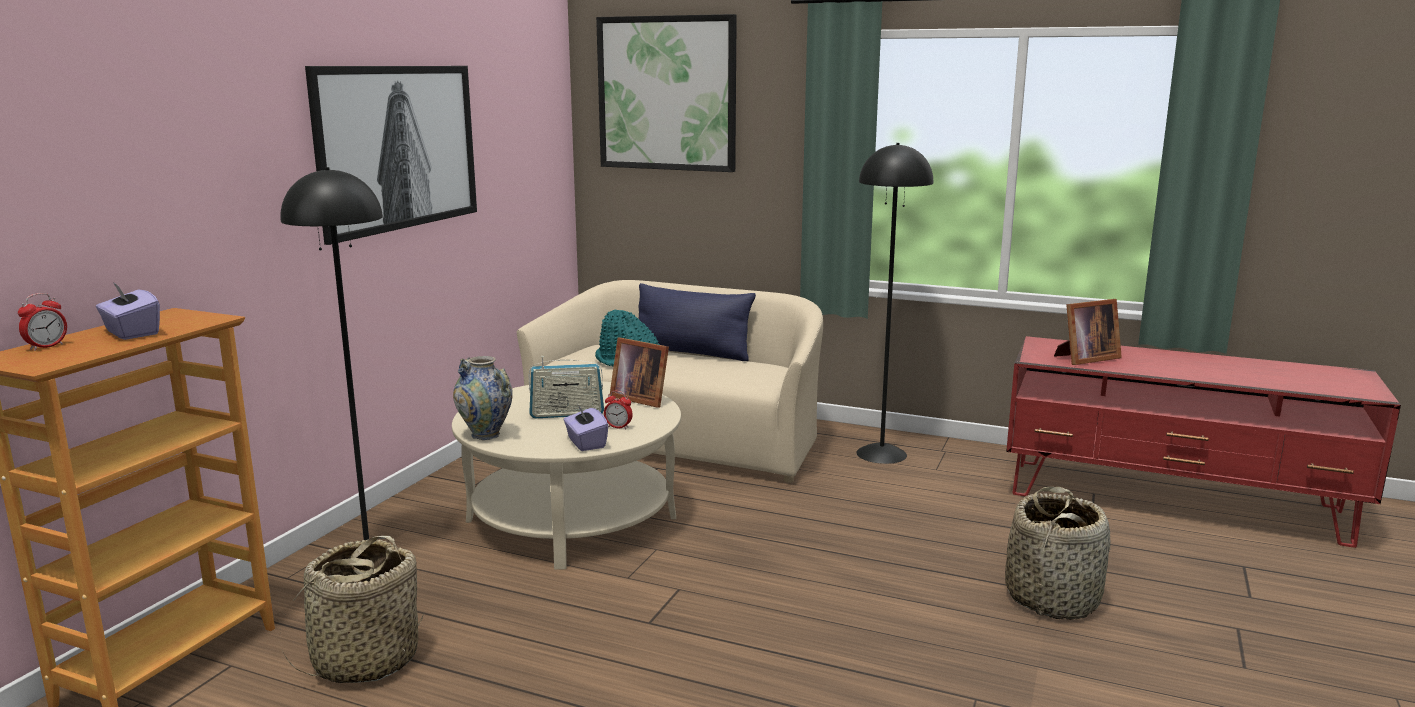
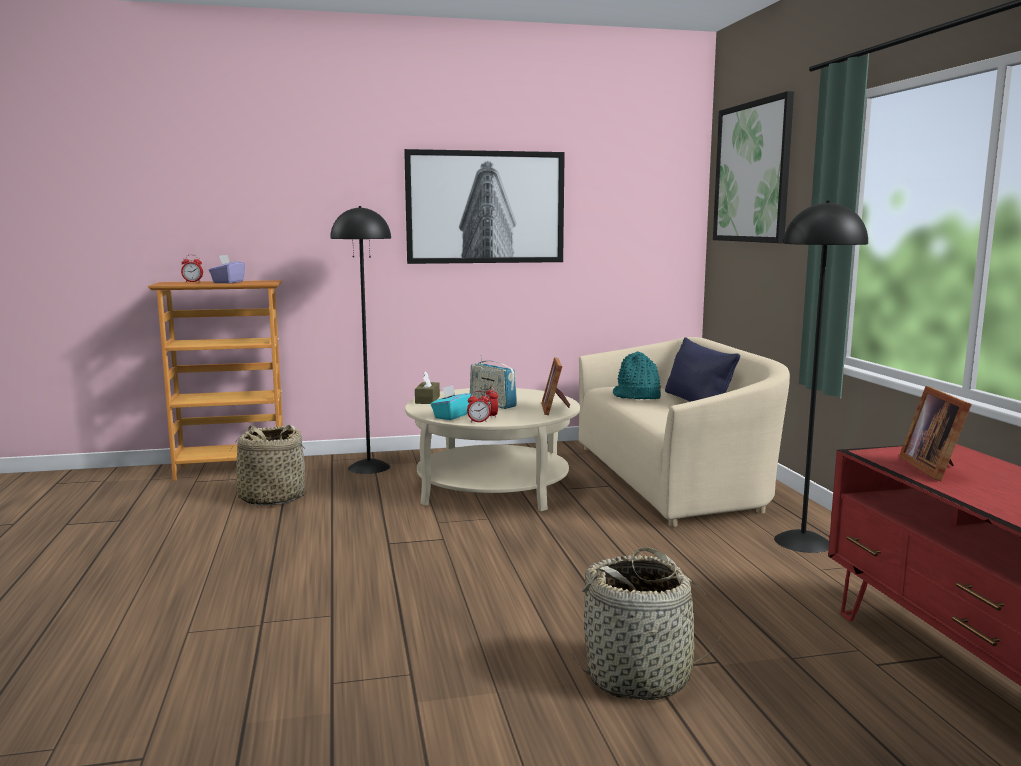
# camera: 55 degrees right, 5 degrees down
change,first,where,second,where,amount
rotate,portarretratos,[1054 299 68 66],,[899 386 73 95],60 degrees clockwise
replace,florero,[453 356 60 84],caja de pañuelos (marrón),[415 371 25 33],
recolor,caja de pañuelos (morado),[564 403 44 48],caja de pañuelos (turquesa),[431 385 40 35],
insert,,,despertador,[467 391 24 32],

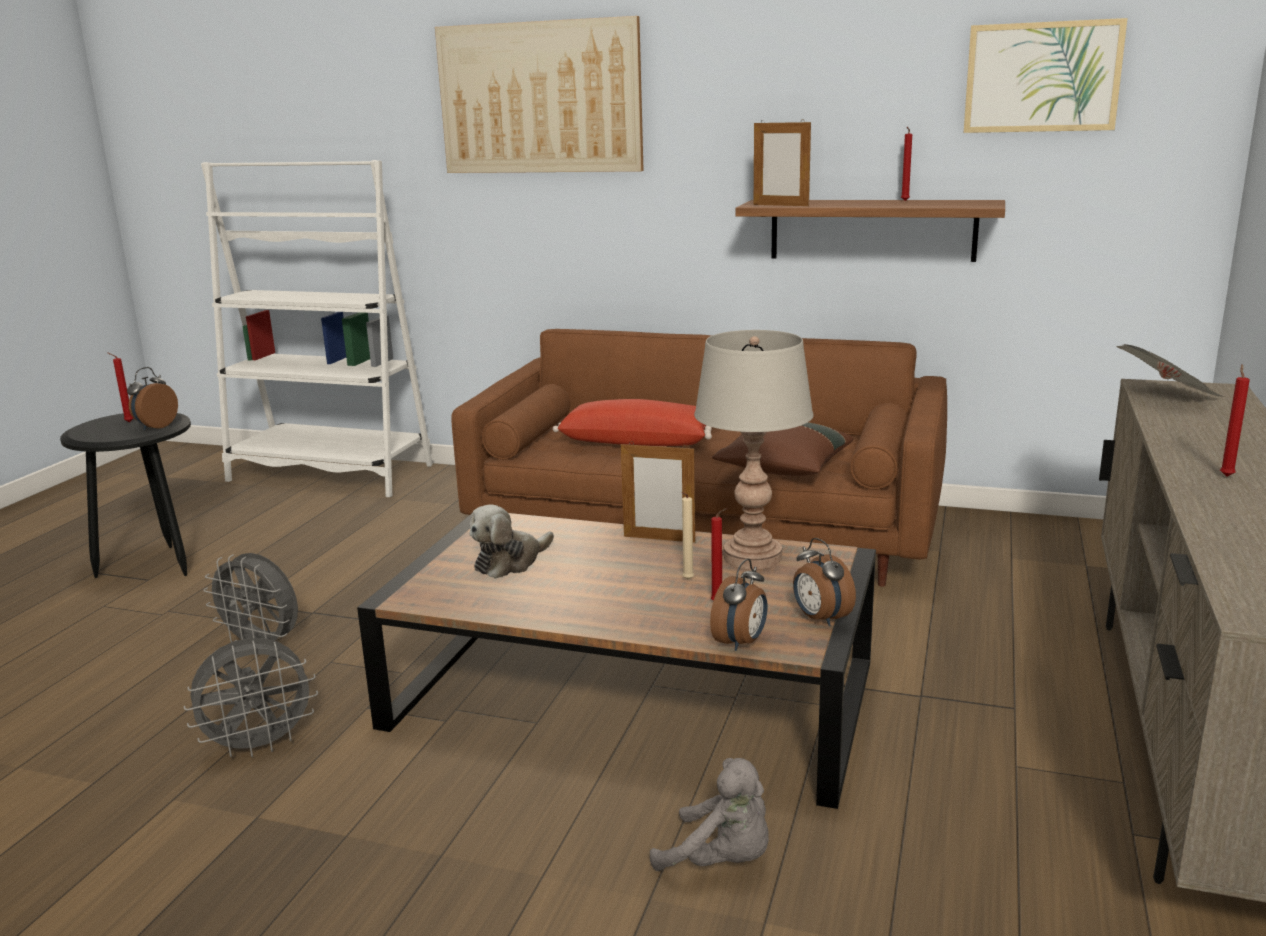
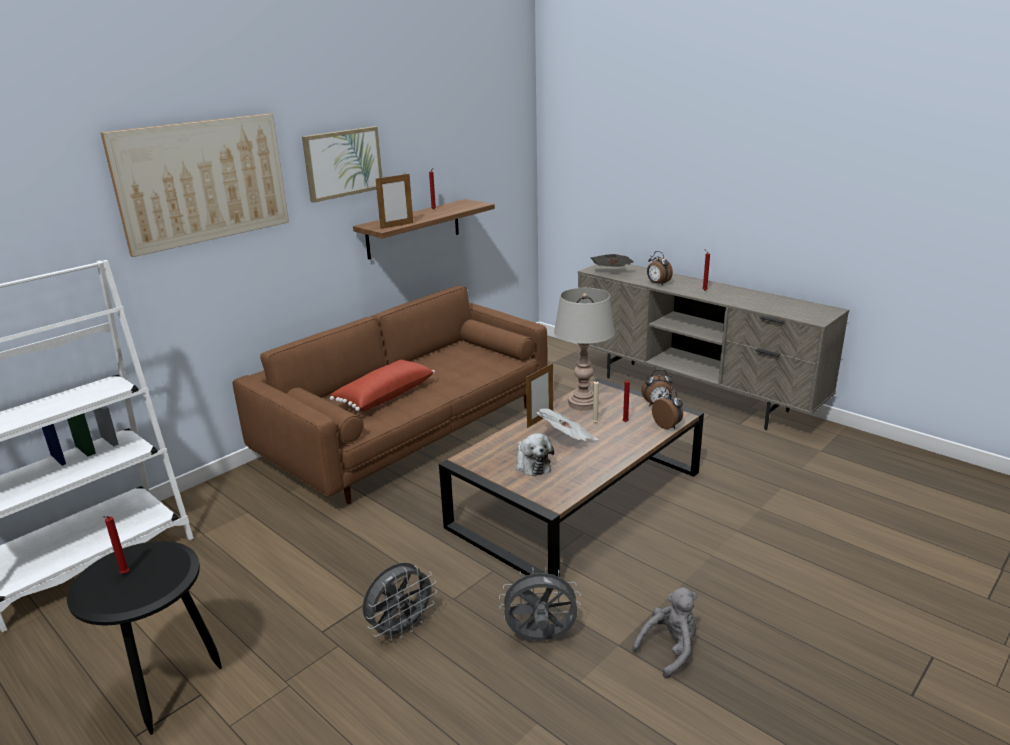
# camera: 65 degrees left, 5 degrees up
change,first,where,second,where,amount
move,cuadro,[964 18 164 115],,[302 126 80 77],
move,despertador,[127 367 51 63],,[647 251 26 35],
delete,cojín (marrón),[712 422 141 54],,,
rotate,ventilador (gris),[184 638 134 119],,[499 567 82 74],90 degrees counterclockwise
move,peluche (gris),[650 758 119 113],,[632 587 66 91],
insert,,,periódico,[536 409 62 32],

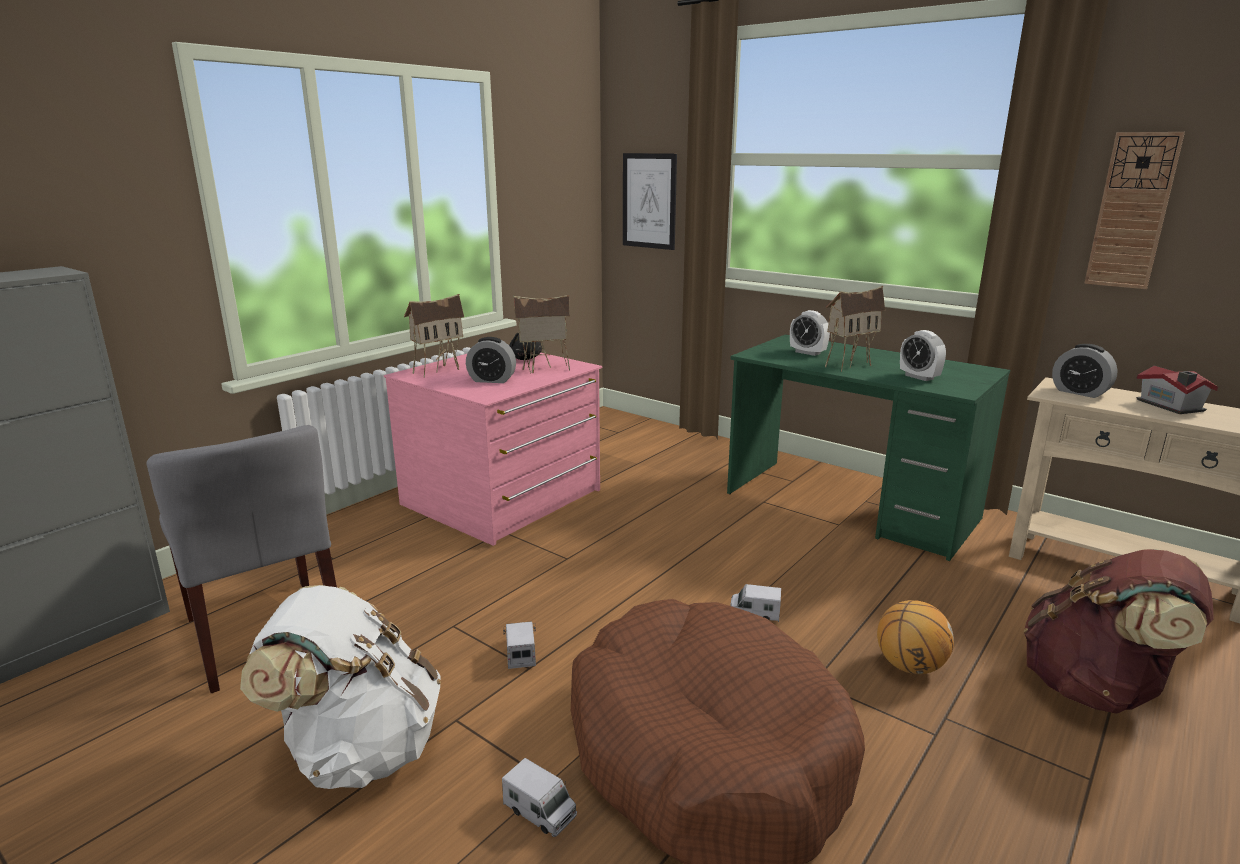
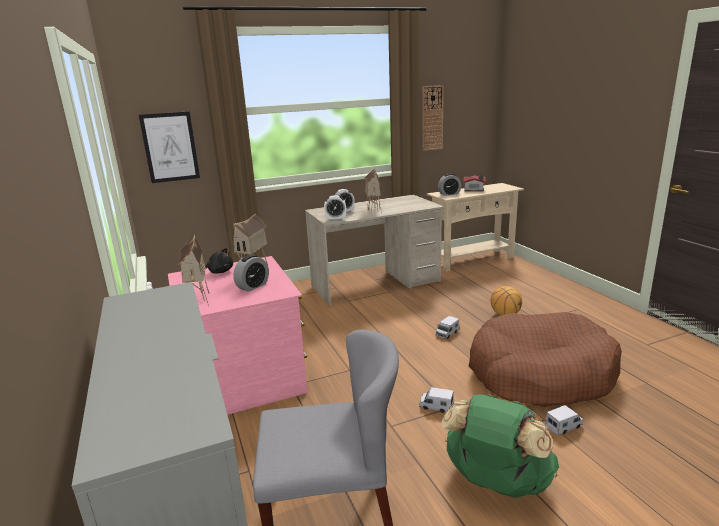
# camera: 60 degrees left, 0 degrees up
change,first,where,second,where,amount
move,despertador,[900 330 46 51],,[324 195 22 26],
recolor,escritorio (verde),[727 334 283 227],escritorio (beis),[305 195 139 111],
delete,mochila (marrón),[1024 549 189 164],,,
recolor,mochila (blanco),[240 585 201 204],mochila (verde),[441 394 118 104],

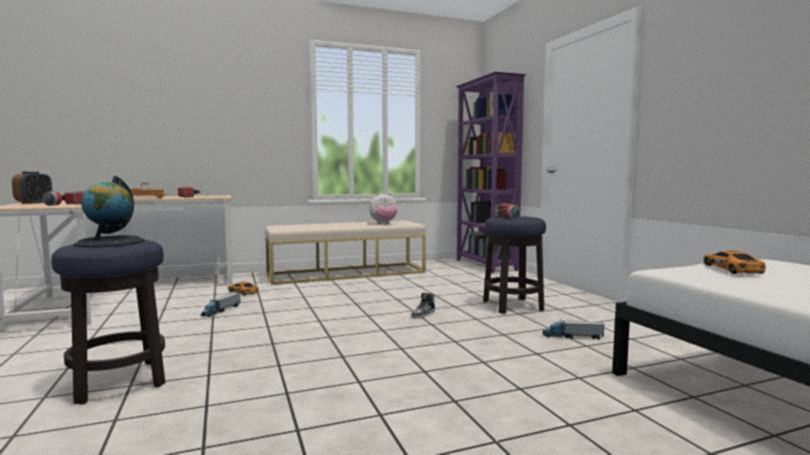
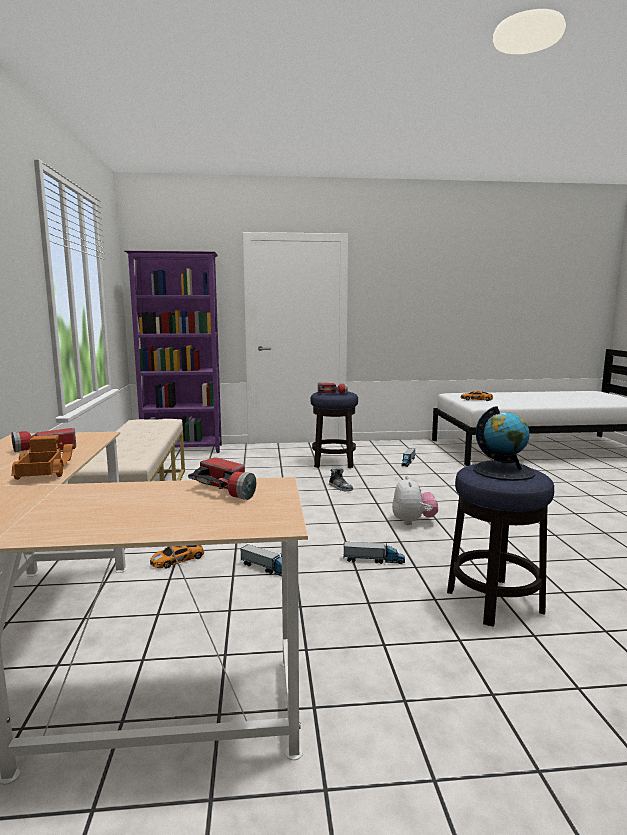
# camera: 75 degrees left, 5 degrees up
change,first,where,second,where,amount
delete,despertador,[12 172 40 32],,,
move,peluche,[369 193 29 31],,[392 476 46 49],
insert,,,camión de juguete,[343 542 62 22],

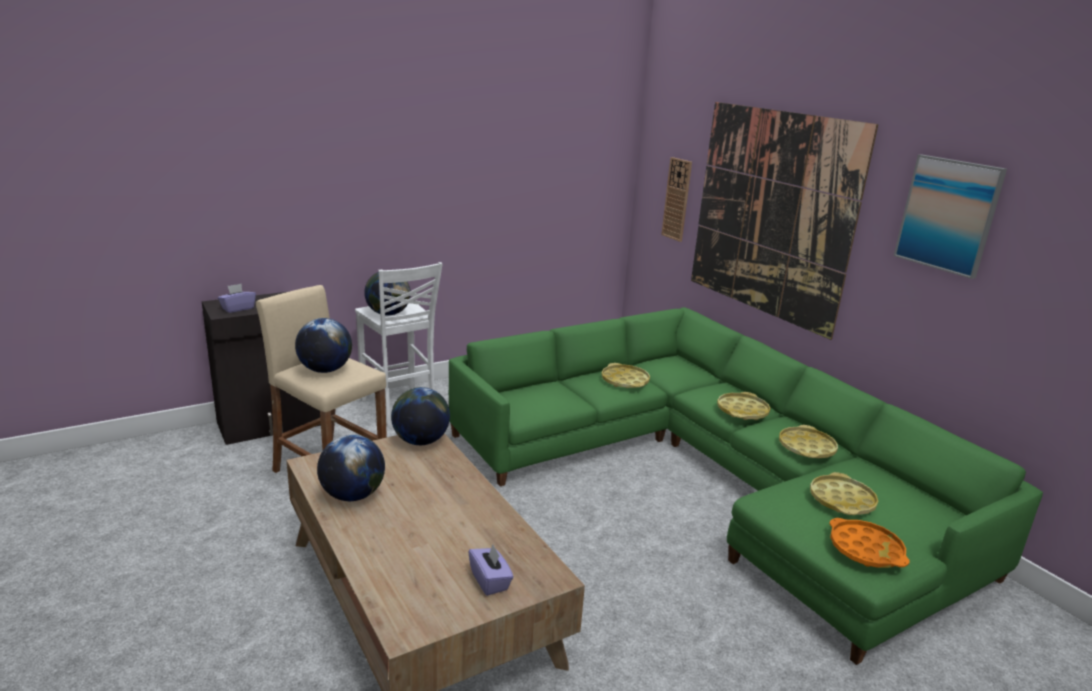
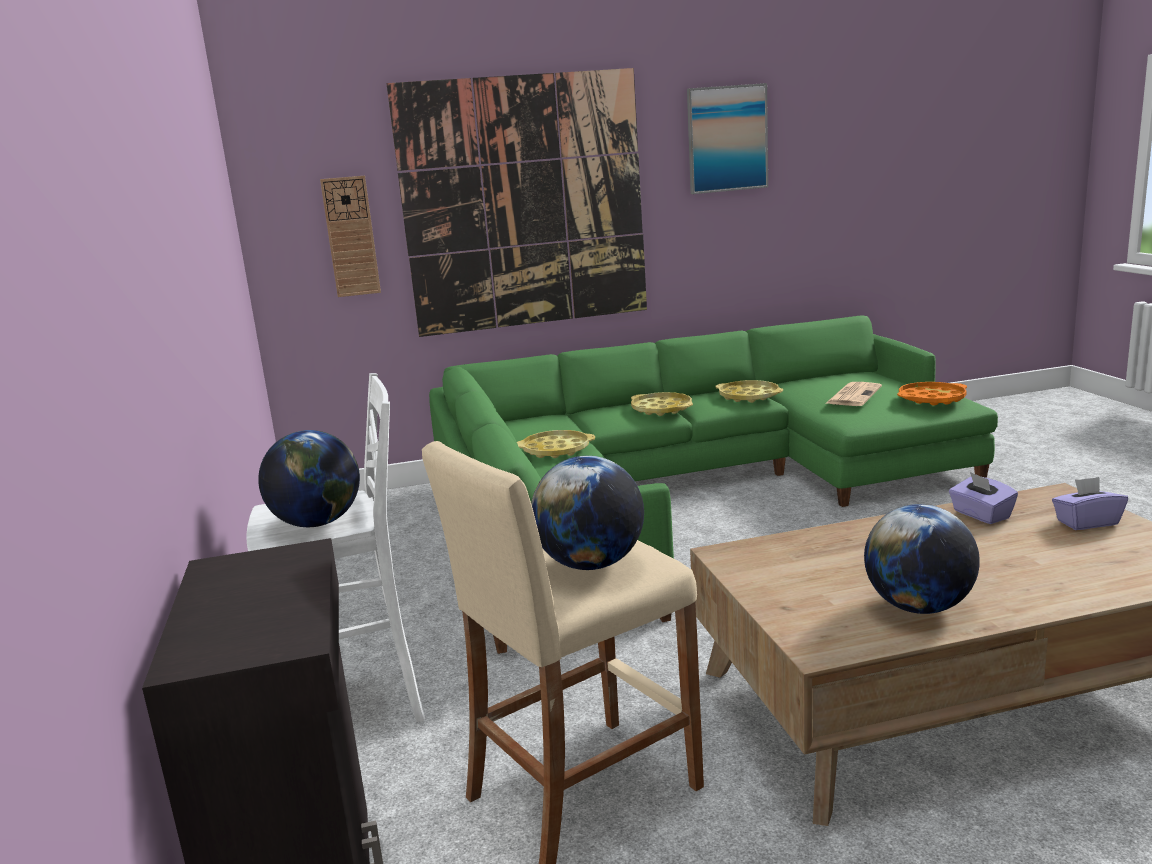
# camera: 70 degrees left, 5 degrees down
change,first,where,second,where,amount
move,caja de pañuelos (morado),[218 284 38 29],,[949 472 69 52],
delete,globo terráqueo,[391 387 59 58],,,
replace,bandeja (amarillo),[810 472 68 43],periódico,[825 382 57 24],

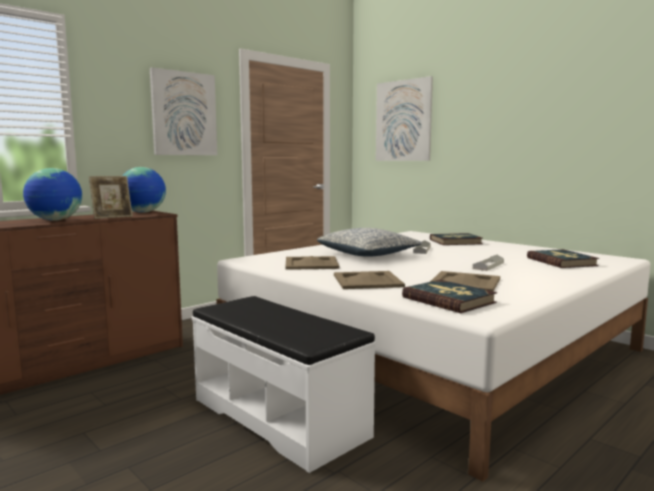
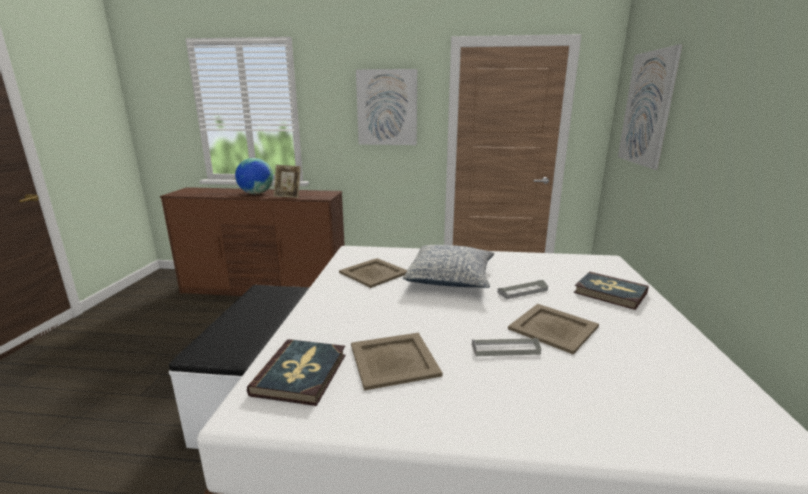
# camera: 50 degrees right, 10 degrees up
change,first,where,second,where,amount
delete,globo terráqueo,[122 167 44 46],,,
delete,libro,[527 249 72 19],,,
move,bandeja (beis),[334 271 71 18],,[508 304 91 51],

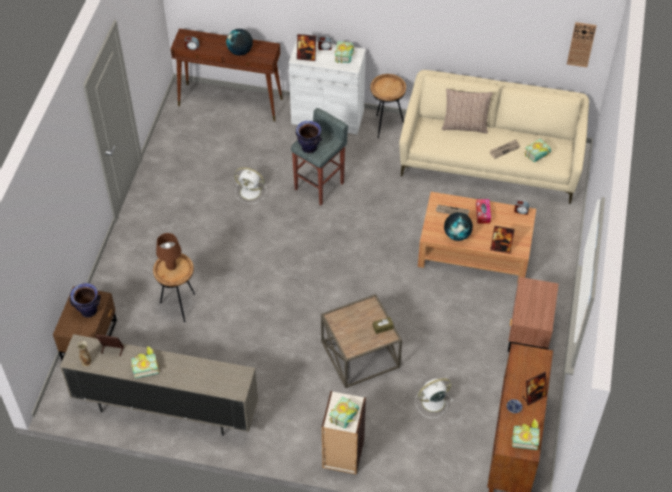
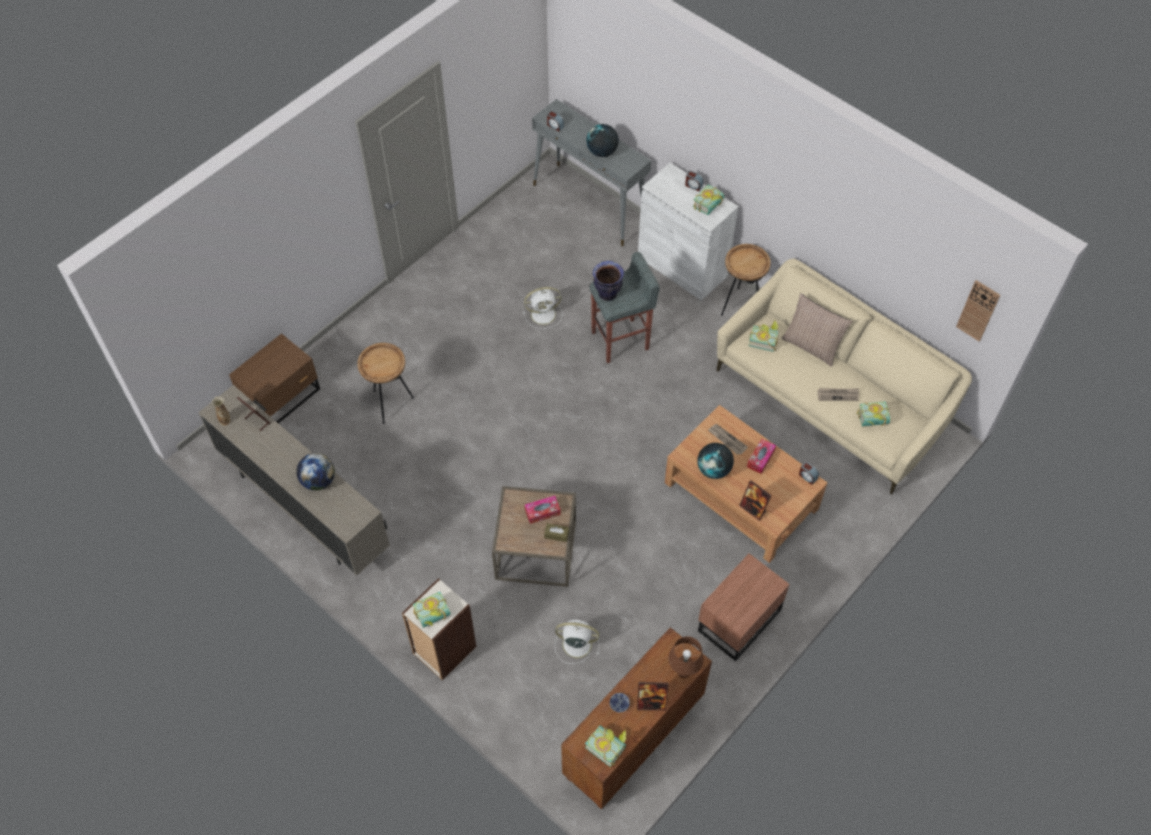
# camera: 30 degrees right, 5 degrees up
change,first,where,second,where,amount
recolor,mesa consola (marrón),[171 29 112 92],mesa consola (gris),[532 99 119 147],
delete,portarretratos,[297 34 19 27],,,
rotate,ventilador (blanco),[234 167 33 37],,[523 287 39 42],60 degrees counterclockwise
move,lámpara de mesa (marrón),[156 233 25 37],,[668 636 36 42],
delete,florero,[70 283 31 34],,,
move,libro,[131 346 29 32],,[749 321 30 31],
insert,,,globo terráqueo,[296 453 39 38],
insert,,,caja de pañuelos,[525 496 36 28],

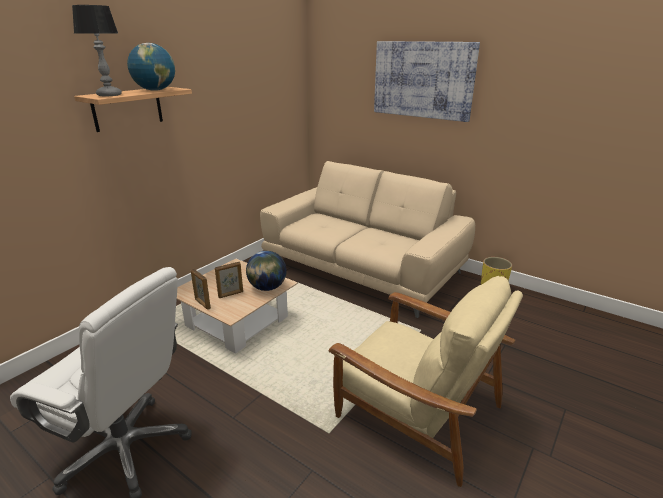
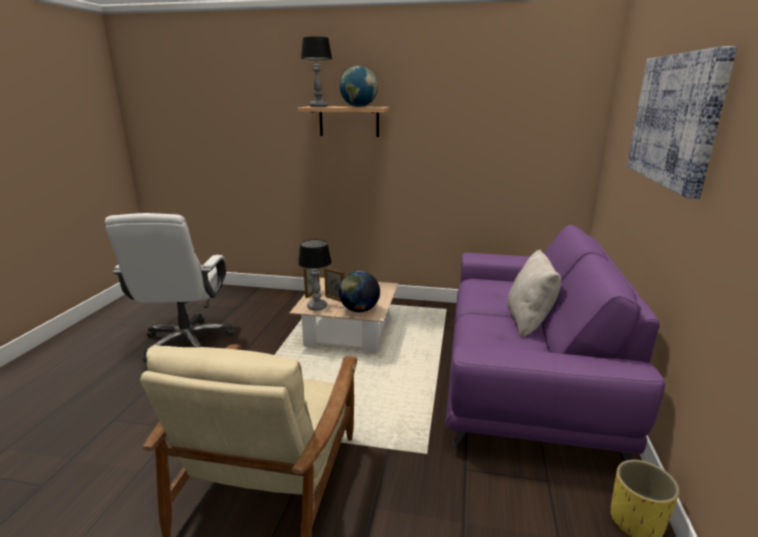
# camera: 65 degrees right, 5 degrees down
change,first,where,second,where,amount
recolor,sofá (beis),[260 161 215 157],sofá (morado),[445 225 220 236],
insert,,,lámpara de mesa,[298 239 34 71],
insert,,,cojín (beis),[507 250 54 88],

